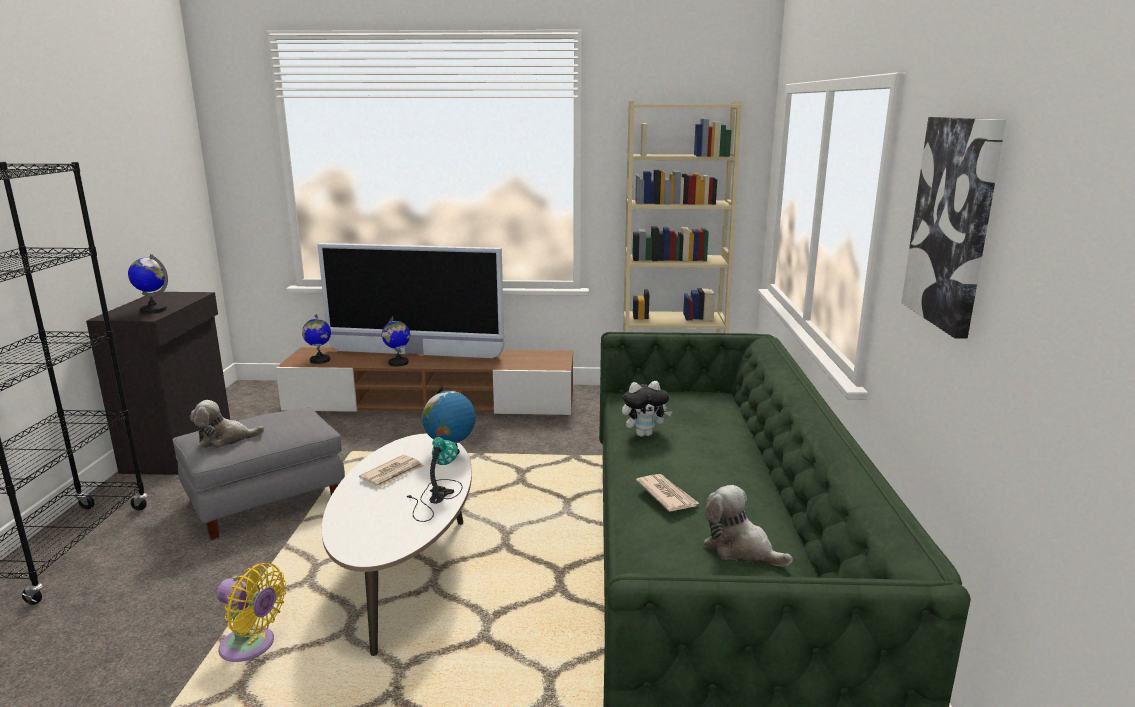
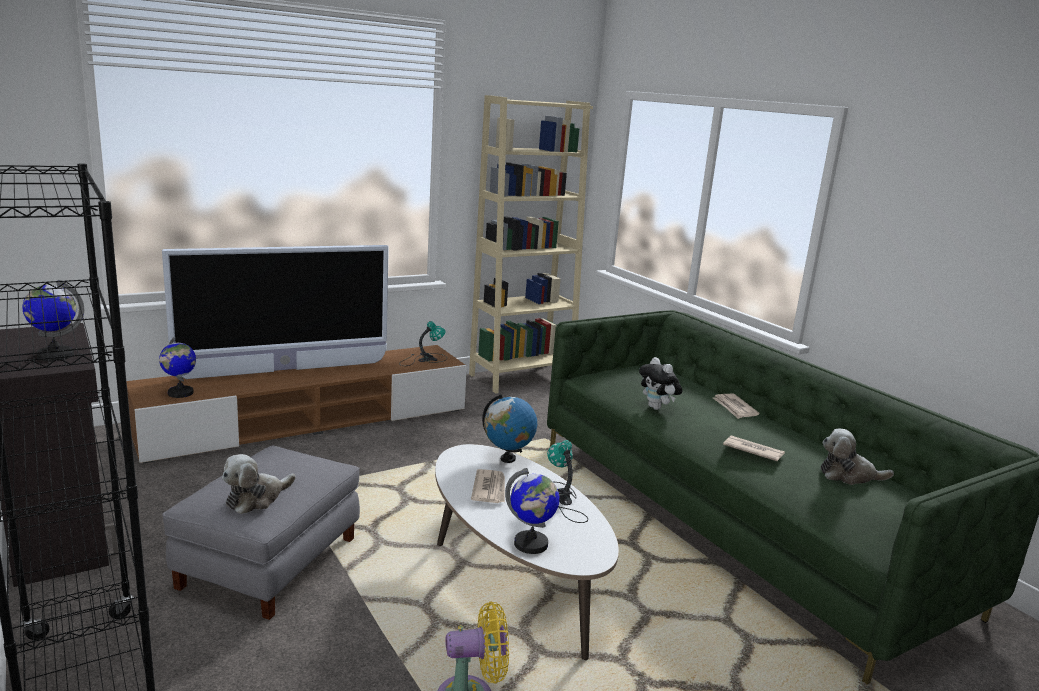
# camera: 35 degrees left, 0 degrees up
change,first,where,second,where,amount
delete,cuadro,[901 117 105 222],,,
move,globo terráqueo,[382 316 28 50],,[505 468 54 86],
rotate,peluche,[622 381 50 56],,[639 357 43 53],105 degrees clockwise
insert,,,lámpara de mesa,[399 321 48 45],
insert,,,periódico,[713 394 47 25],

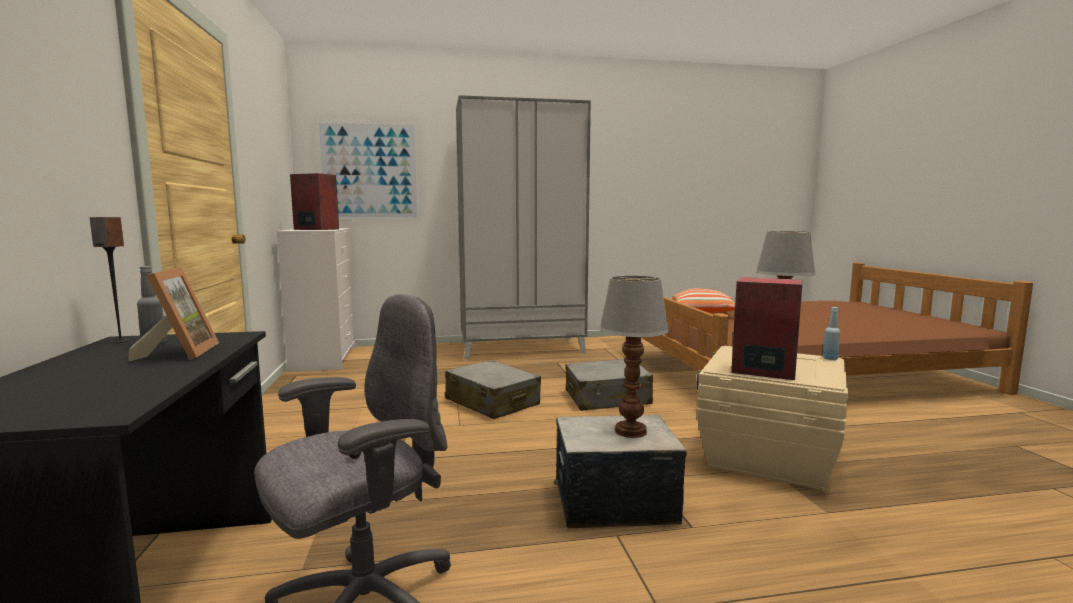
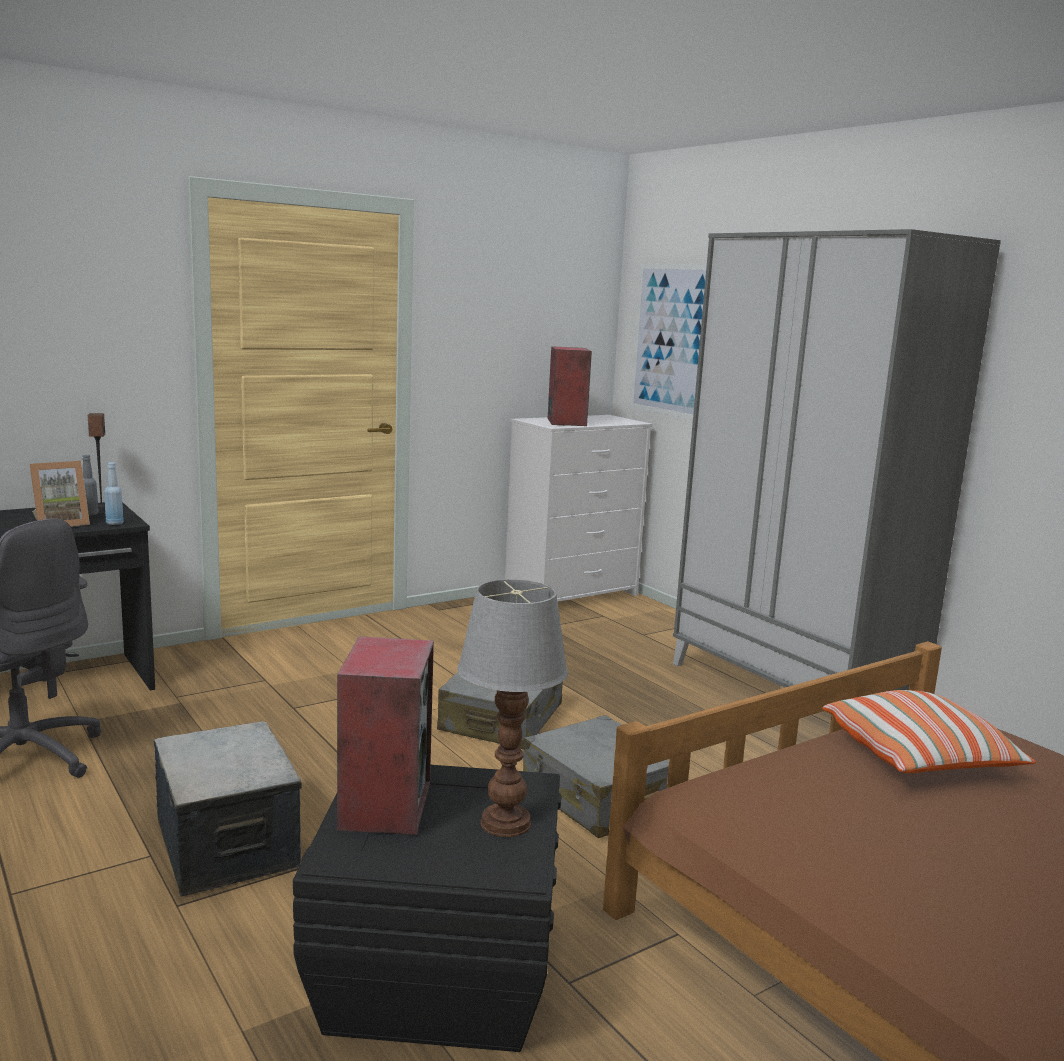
# camera: 65 degrees right, 5 degrees up
change,first,where,second,where,amount
delete,lámpara de mesa,[599 276 71 162],,,
move,botella (azul),[823 307 17 53],,[104 462 20 63],
recolor,caja de almacenaje (beis),[696 346 152 144],caja de almacenaje (negro),[293 765 268 287],

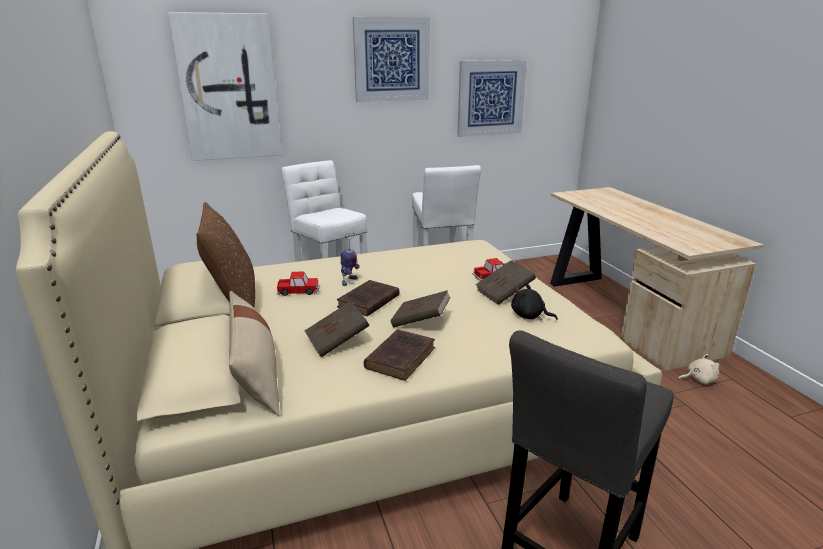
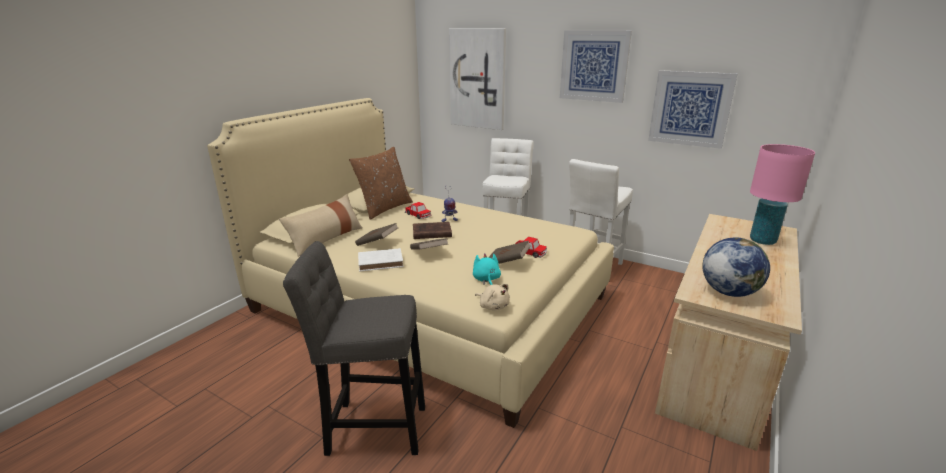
# camera: 50 degrees right, 0 degrees up
change,first,where,second,where,amount
recolor,peluche (negro),[511 283 47 38],peluche (turquesa),[473 253 28 32],
recolor,libro (marrón),[364 329 71 52],libro (blanco),[358 248 45 24],
move,peluche (beis),[678 354 41 30],,[475 284 35 27],
insert,,,lámpara de mesa (rosa),[750 144 65 101],
insert,,,globo terráqueo,[702 237 68 60],

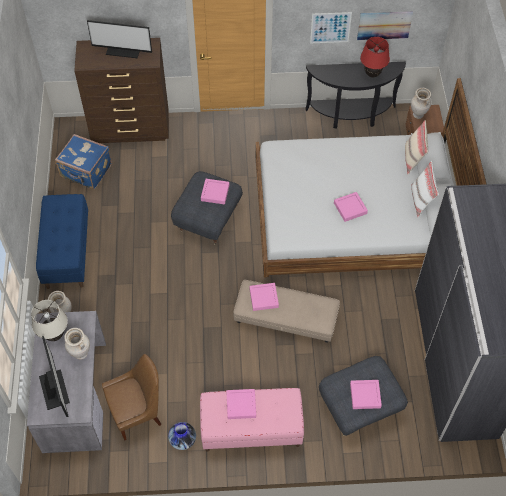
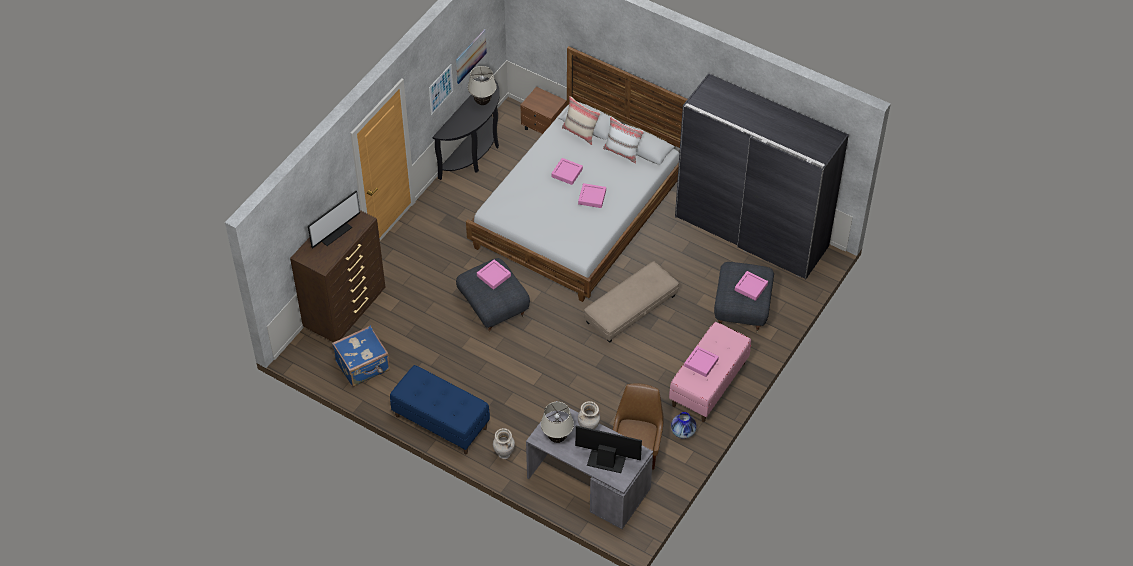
# camera: 55 degrees left, 5 degrees down
change,first,where,second,where,amount
recolor,lámpara de mesa (rojo),[360 37 30 40],lámpara de mesa (beis),[468 66 29 39],
delete,florero (beis),[411 88 20 31],,,
move,bandeja (rosa),[249 283 30 28],,[551 158 32 27],

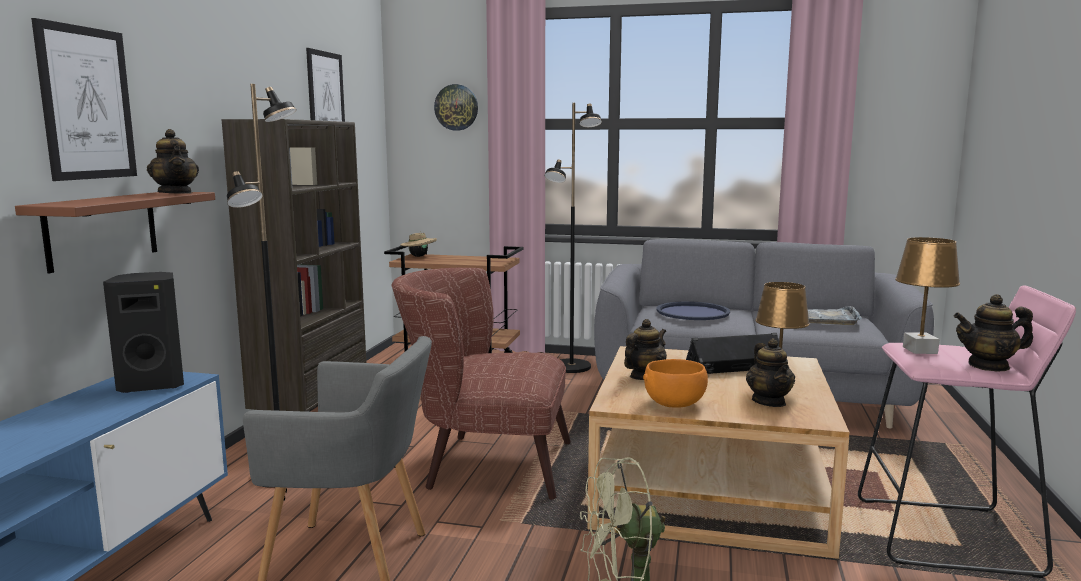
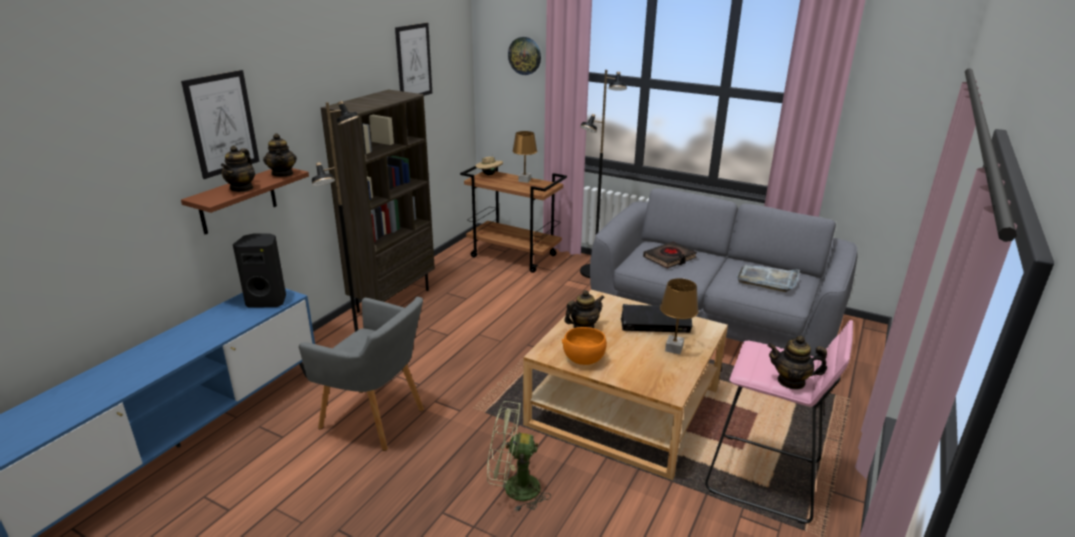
# camera: 15 degrees right, 15 degrees up
change,first,where,second,where,amount
move,lámpara de mesa (marrón),[895 237 65 117],,[512 131 25 52],
delete,sillón (marrón),[391 268 180 232],,,
replace,bandeja (azul),[657 301 73 19],libro (negro),[643 242 54 27],
move,tetera,[746 338 49 69],,[221 145 34 47],

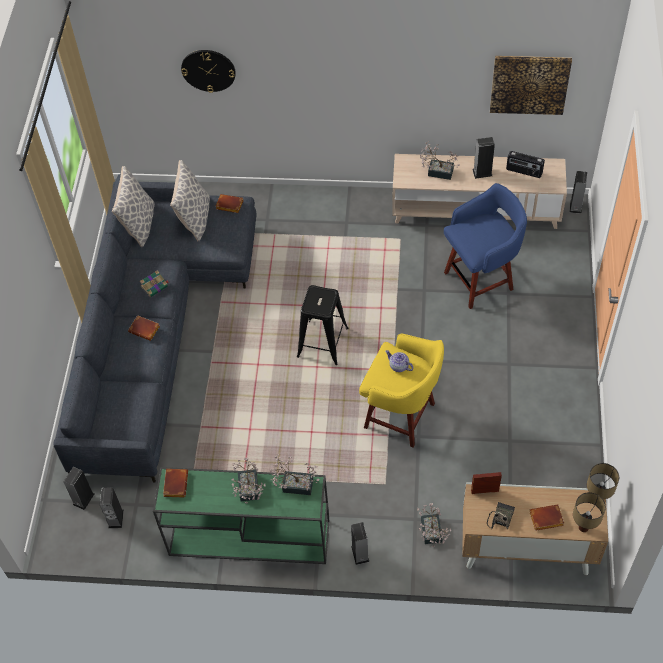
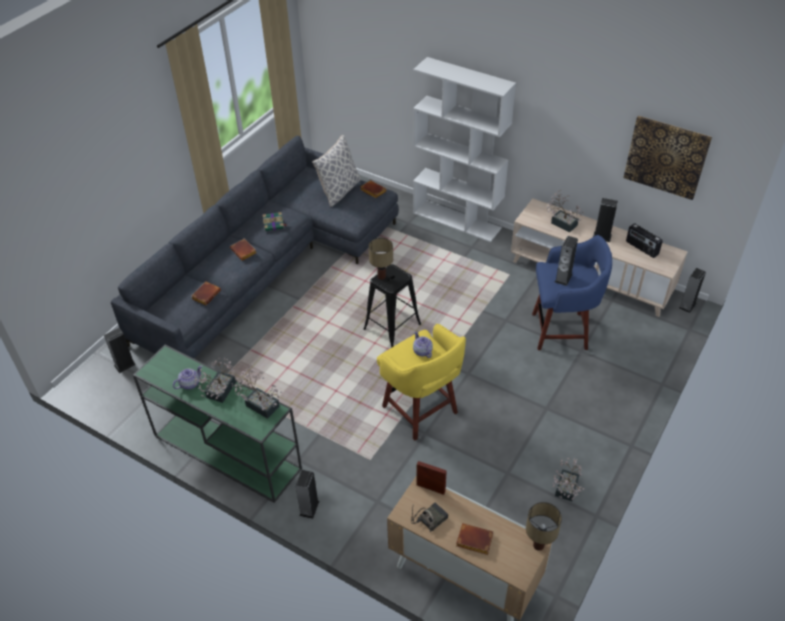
# camera: 25 degrees right, 10 degrees down
change,first,where,second,where,amount
delete,reloj de pared,[181 50 55 43],,,
delete,cojín,[112 166 43 81],,,
move,libro (marrón),[163 469 25 28],,[191 282 30 23],
move,altavoz,[100 487 24 41],,[555 236 23 50],
move,lámpara de mesa,[573 492 33 40],,[368 238 25 42],
move,planta en maceta,[417 503 34 44],,[552 458 33 43],
insert,,,estantería (blanco),[413 57 103 185],
insert,,,tetera,[173 365 29 24],

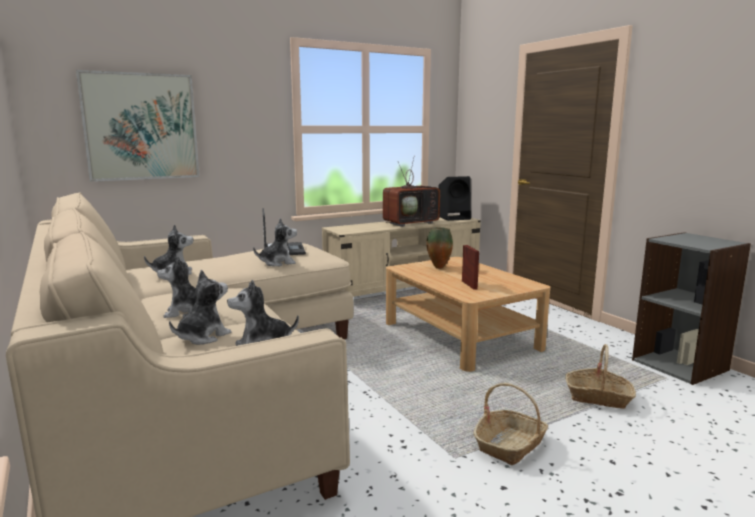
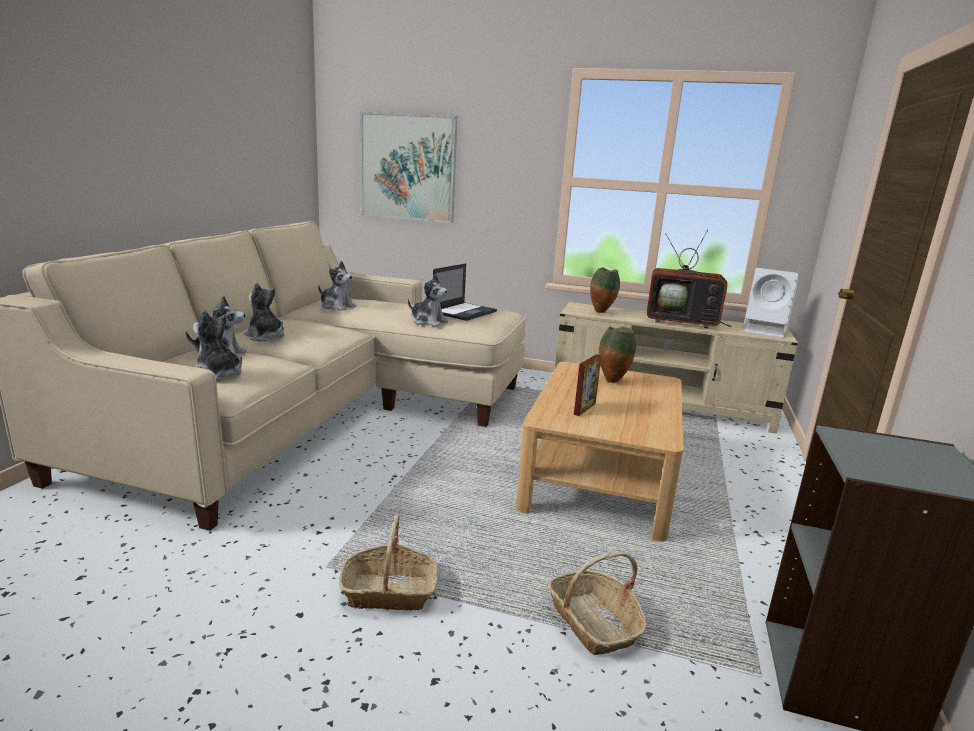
# camera: 45 degrees right, 5 degrees up
change,first,where,second,where,amount
recolor,altavoz (negro),[439 176 32 45],altavoz (blanco),[742 268 56 70],
insert,,,florero,[590 267 30 46],

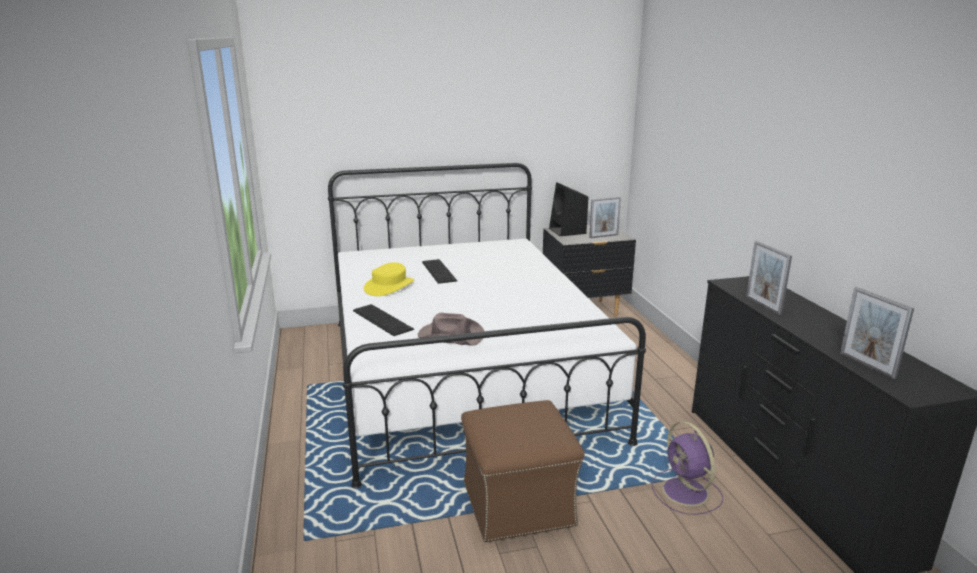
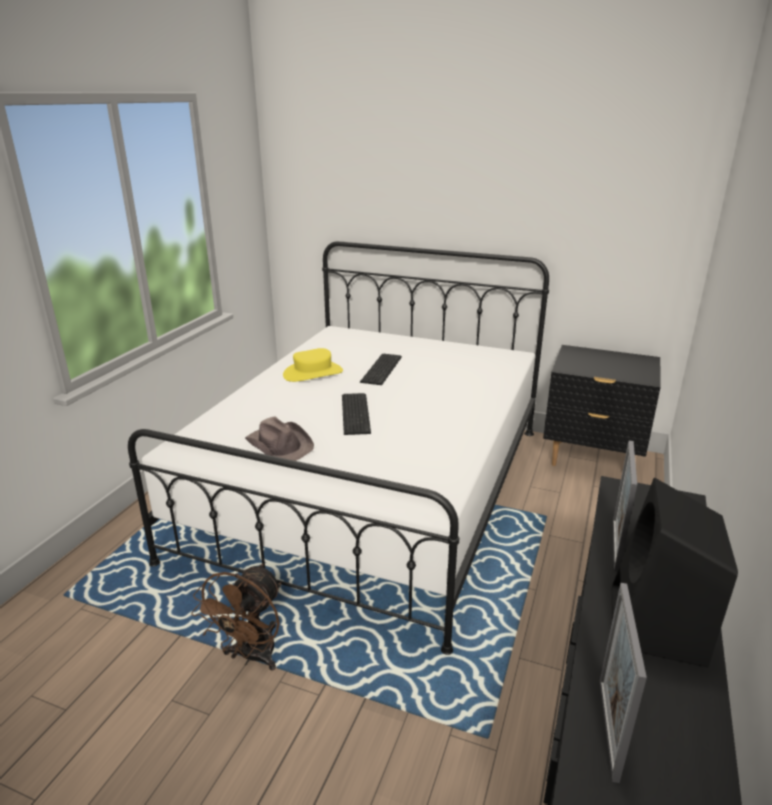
# camera: 35 degrees right, 5 degrees up
change,first,where,second,where,amount
move,altavoz (negro),[549 182 39 54],,[612 477 126 191],
delete,portarretratos,[589 197 32 41],,,
move,teclado,[353 304 61 32],,[342 393 29 42],
replace,puf (marrón),[461 400 124 142],ventilador (marrón),[191 563 90 108],
delete,ventilador (morado),[652 421 71 94],,,

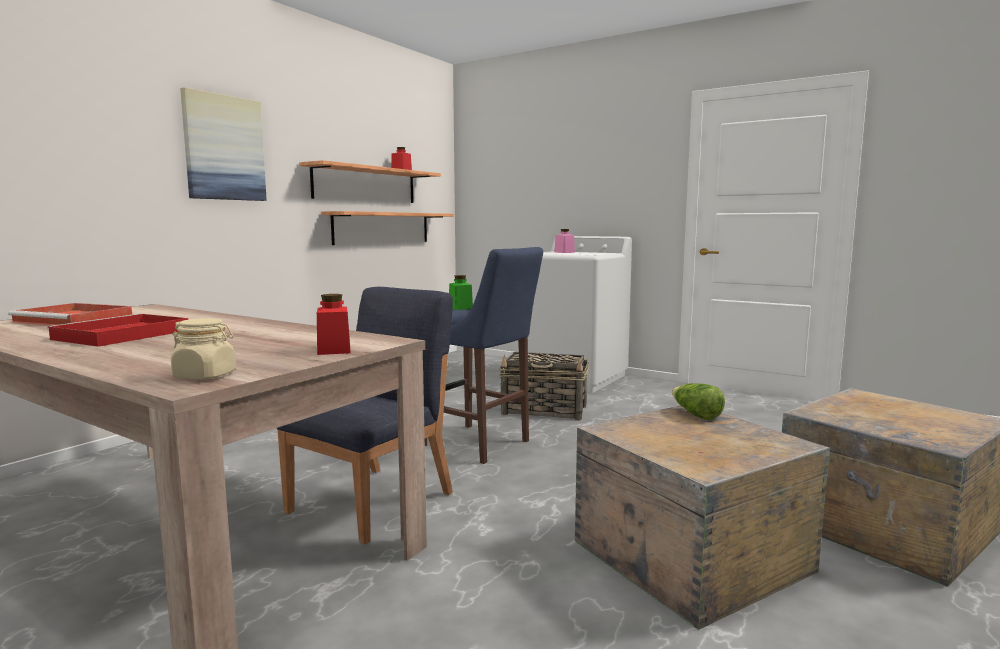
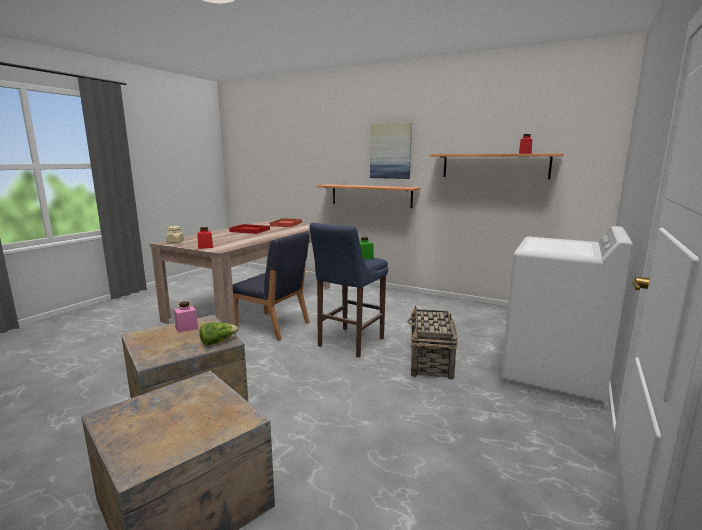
# camera: 85 degrees right, 5 degrees up
change,first,where,second,where,amount
move,estante,[321 211 133 34],,[317 184 104 24],
move,tarro (rosa),[555 229 20 24],,[174 301 24 32],

